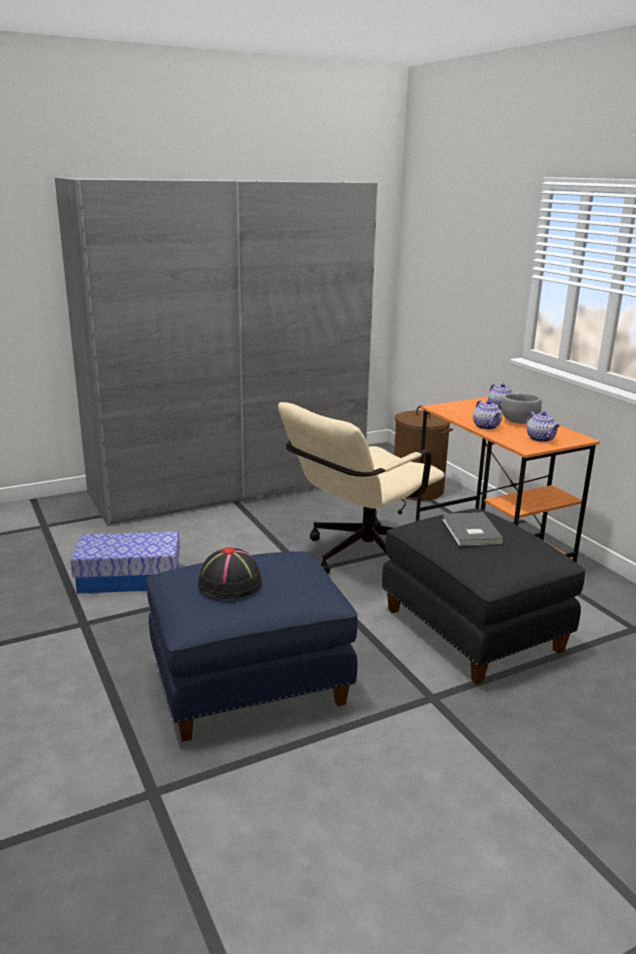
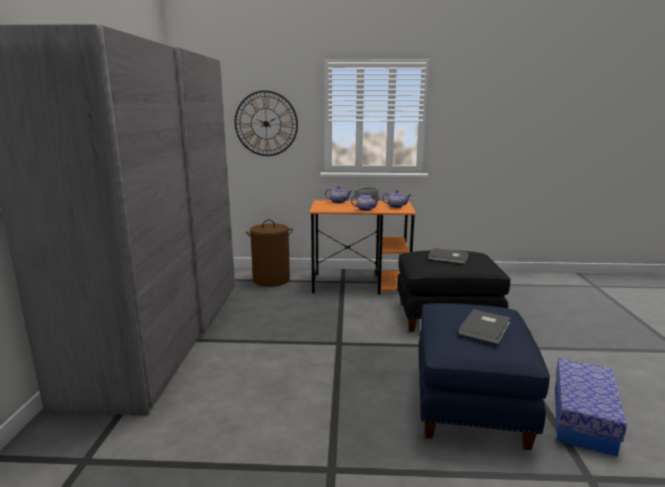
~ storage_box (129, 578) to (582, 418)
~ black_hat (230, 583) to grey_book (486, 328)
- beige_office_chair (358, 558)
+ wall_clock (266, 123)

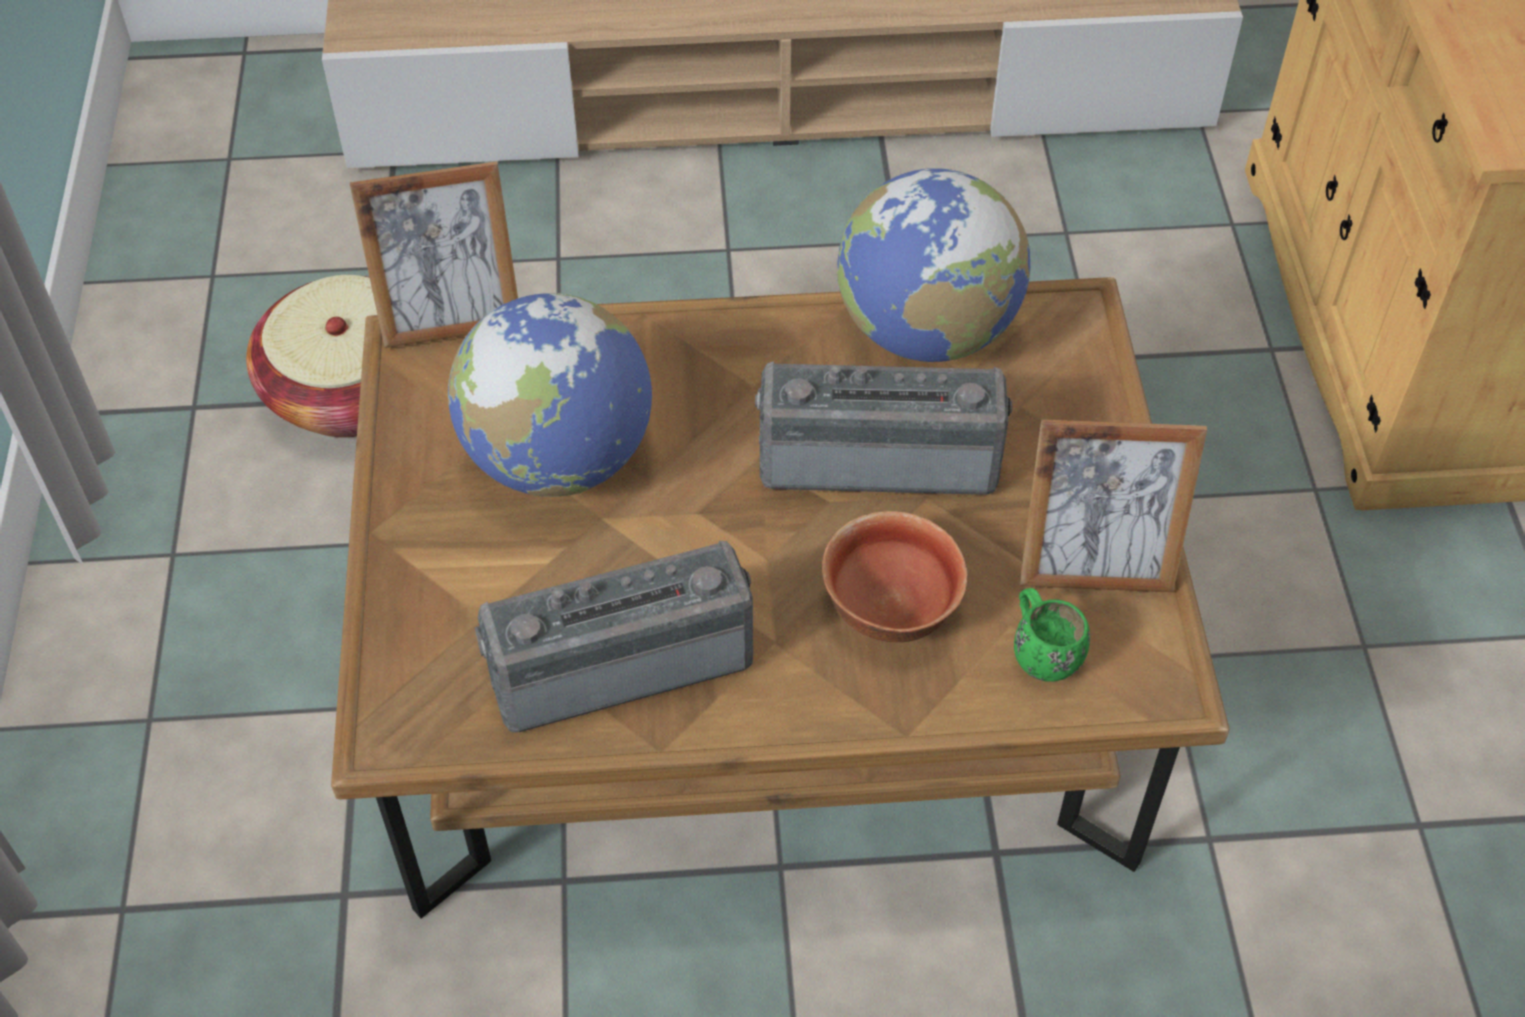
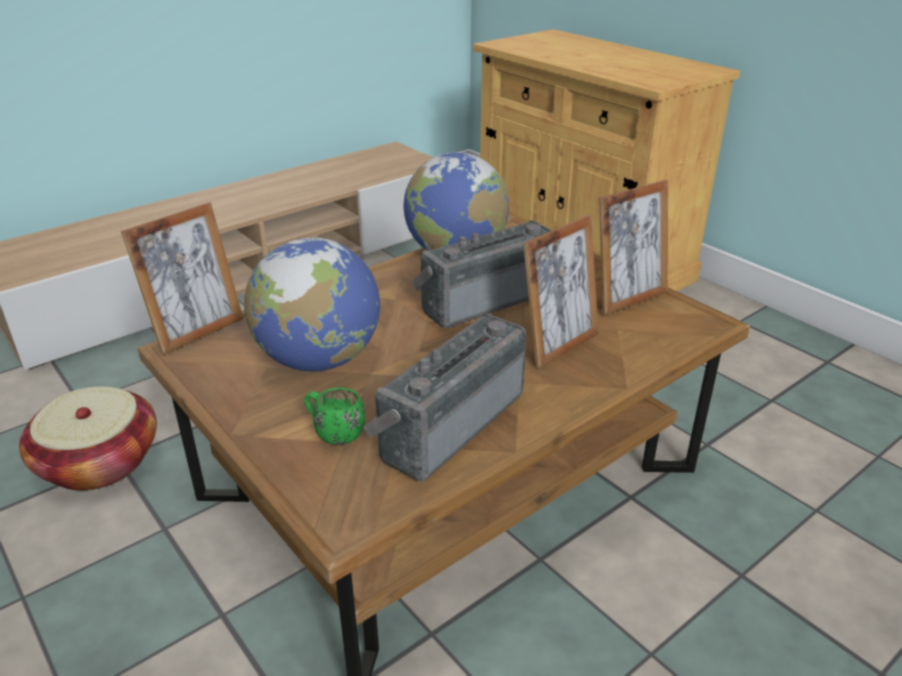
~ bowl (893, 607) to picture_frame (558, 345)
~ green_mug (1040, 653) to (334, 434)

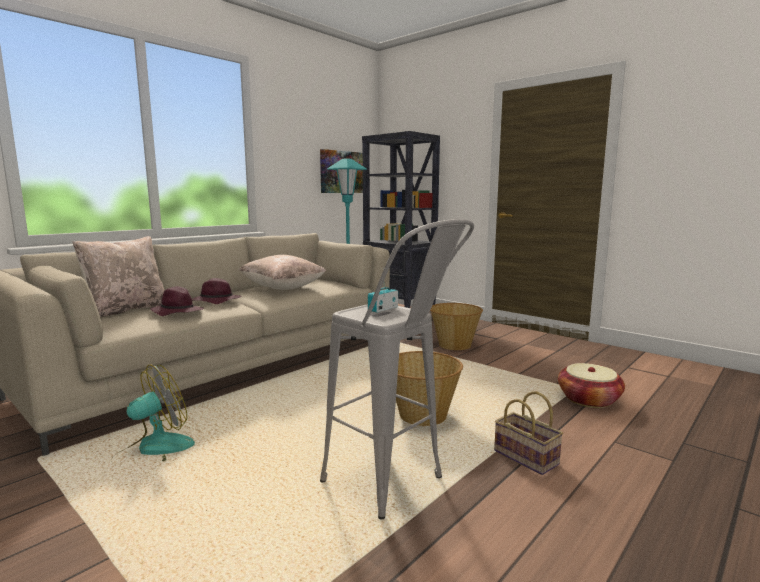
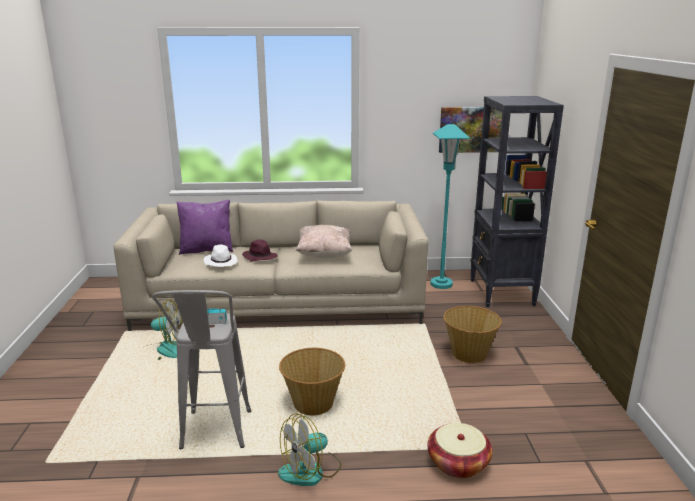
~ beige_pillow (126, 310) to purple_pillow (207, 250)
~ purple_hat (177, 312) to white_hat (220, 262)
~ basket (528, 458) to fan (310, 470)

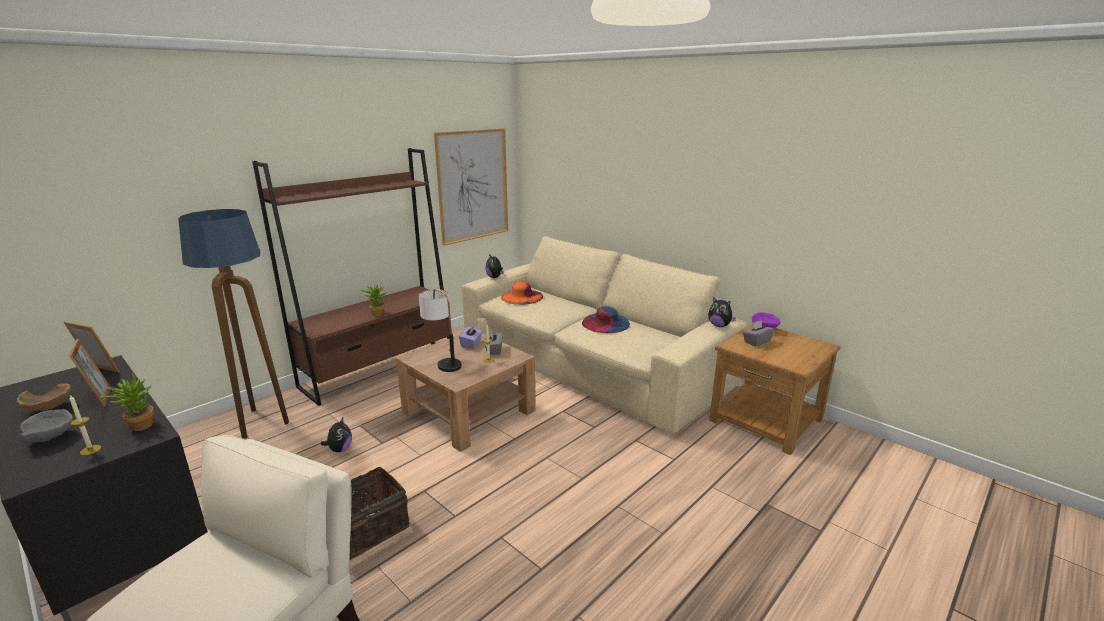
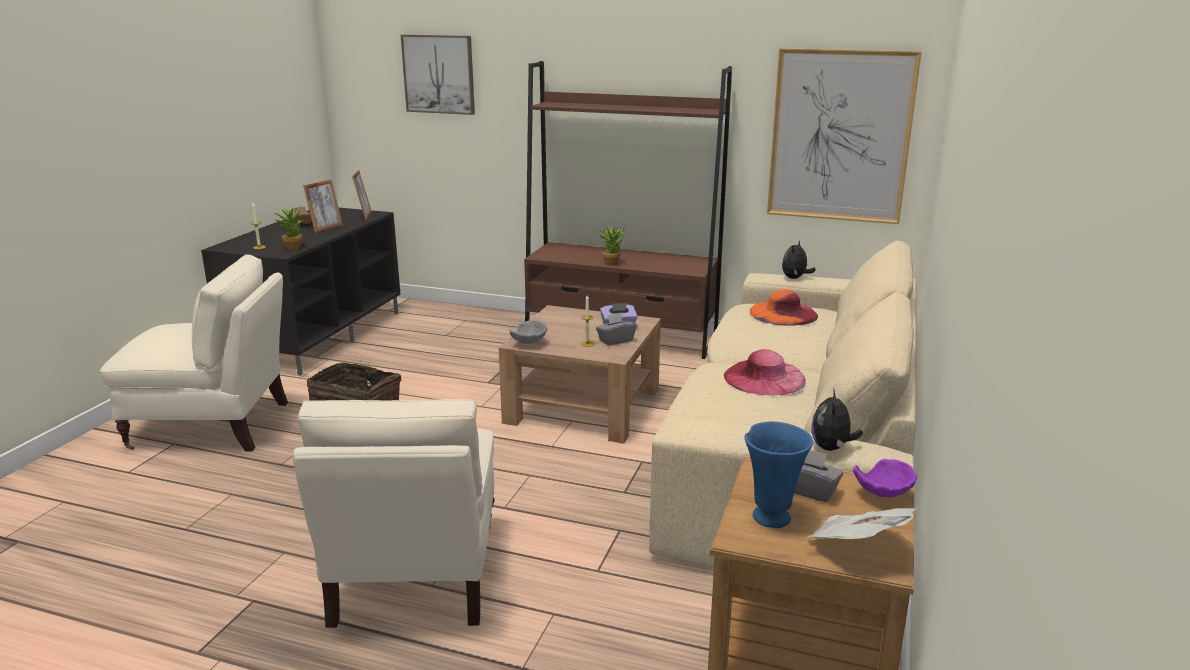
~ grey_bowl (52, 438) to (529, 344)
- floor_lamp (260, 421)
- plush_toy (340, 449)
- table_lamp (443, 361)
~ blue_hat (605, 323) to pink_hat (764, 378)
+ beige_armchair (415, 575)
+ picture (439, 74)
+ blue_vase (771, 516)
+ newspaper (857, 545)

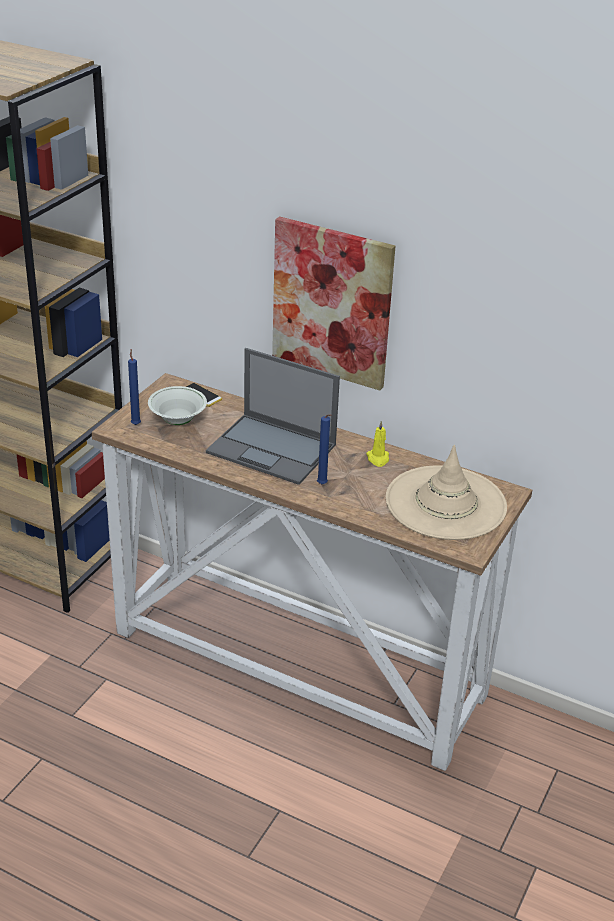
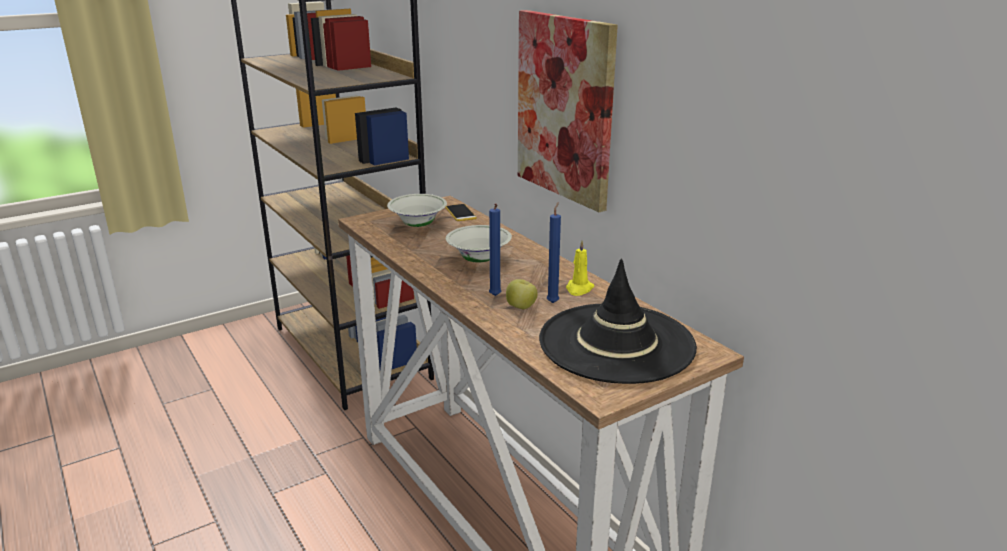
~ blue_candle (136, 424) to (553, 302)
~ laptop (273, 449) to white_bowl (479, 260)
~ beige_hat (446, 503) to black_hat (616, 343)
+ apple (521, 307)

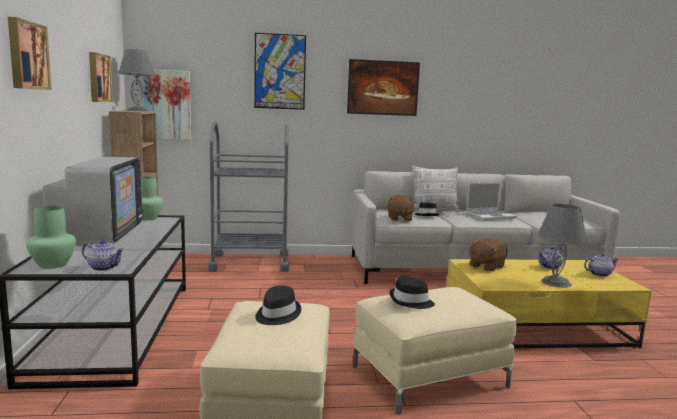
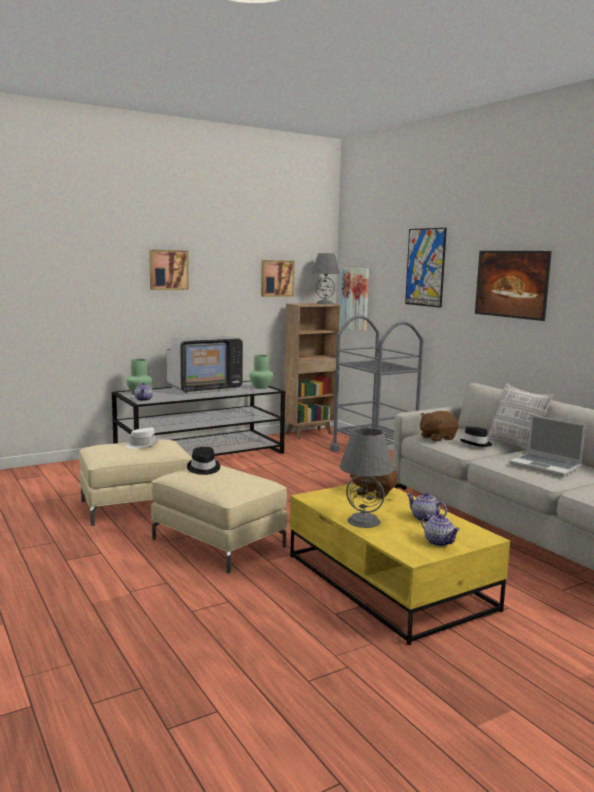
~ black_hat (277, 315) to white_hat (142, 445)

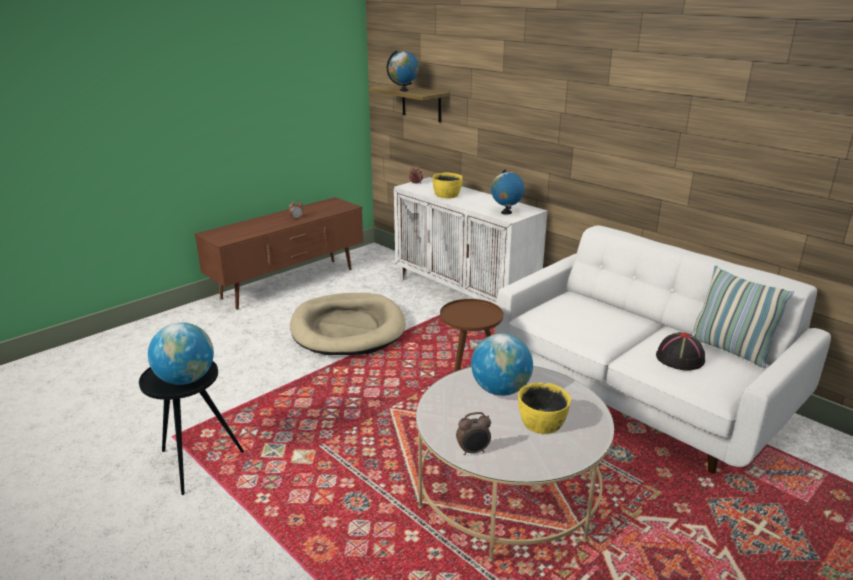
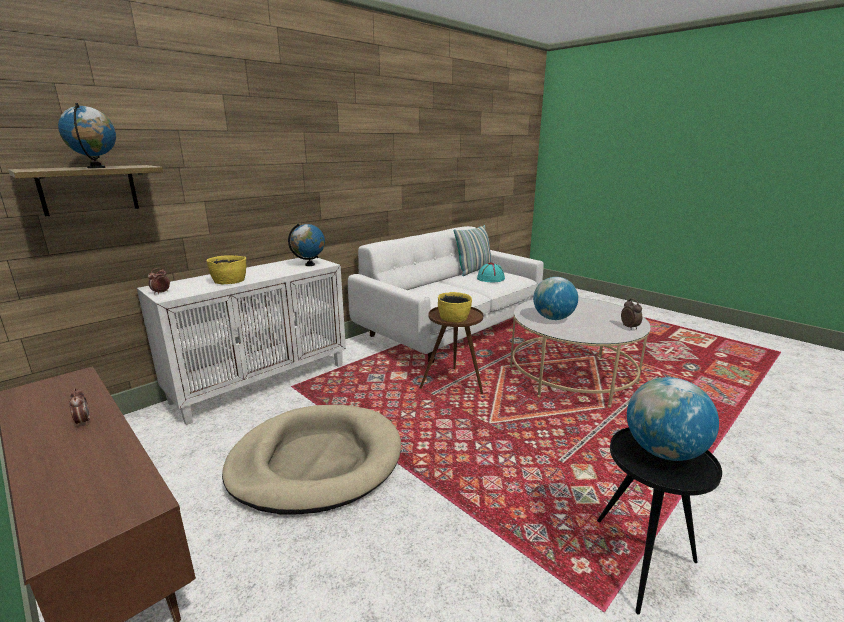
~ yellow_bowl (542, 423) to (454, 318)
~ black_hat (679, 359) to turquoise_hat (491, 279)

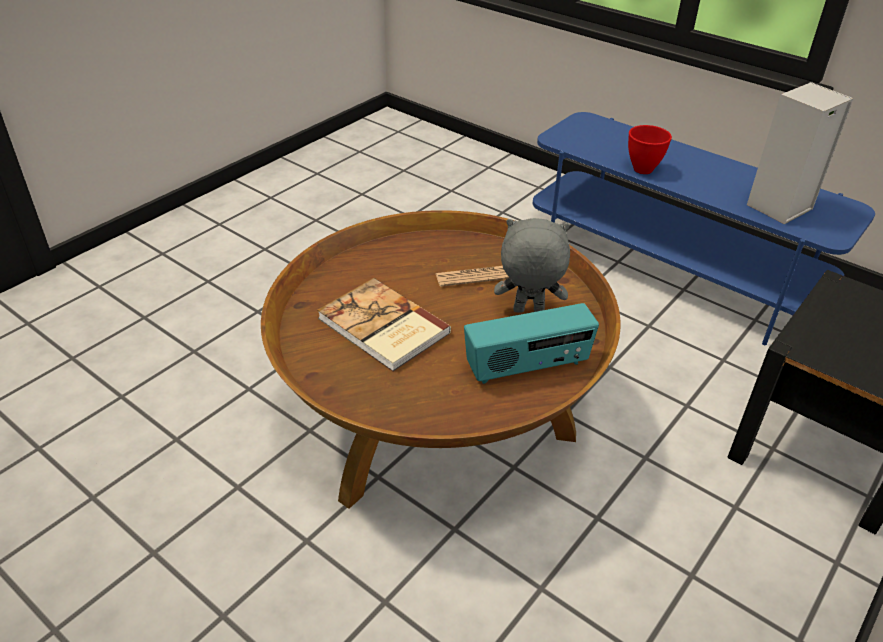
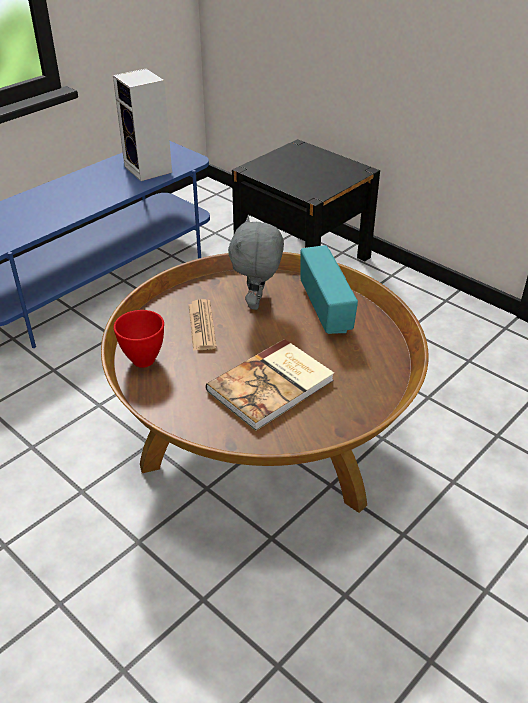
~ red_bowl (644, 169) to (143, 359)

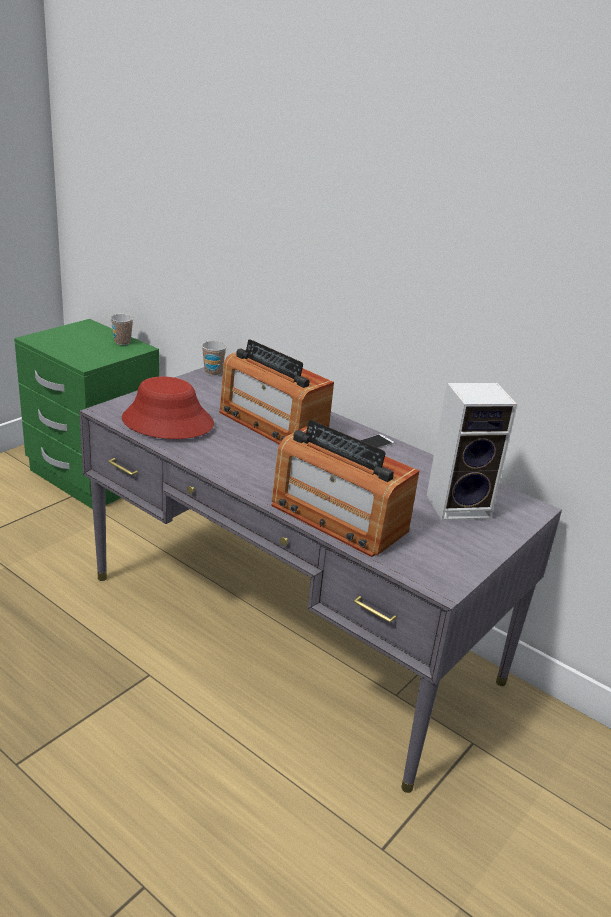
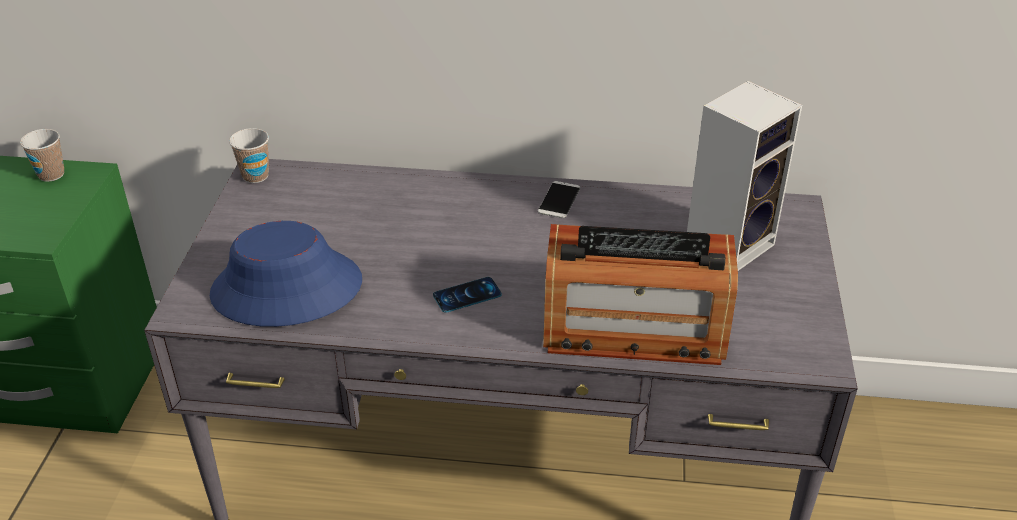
~ red_hat (167, 422) to blue_hat (286, 289)
- radio (272, 423)
+ phone (467, 295)

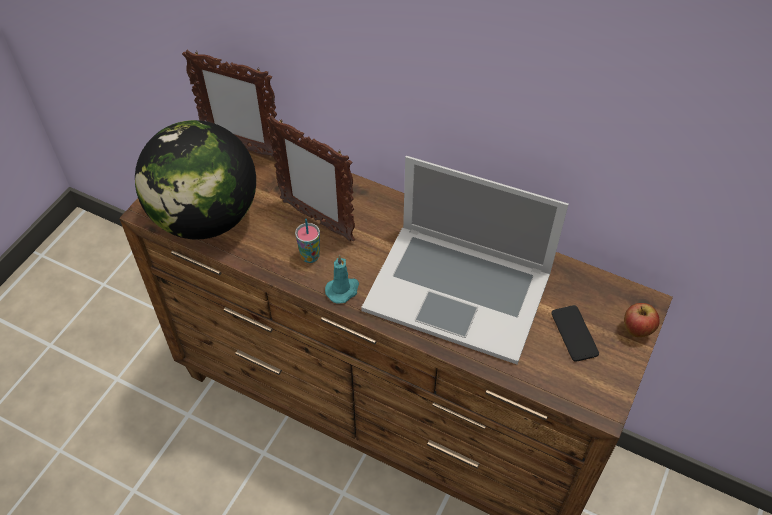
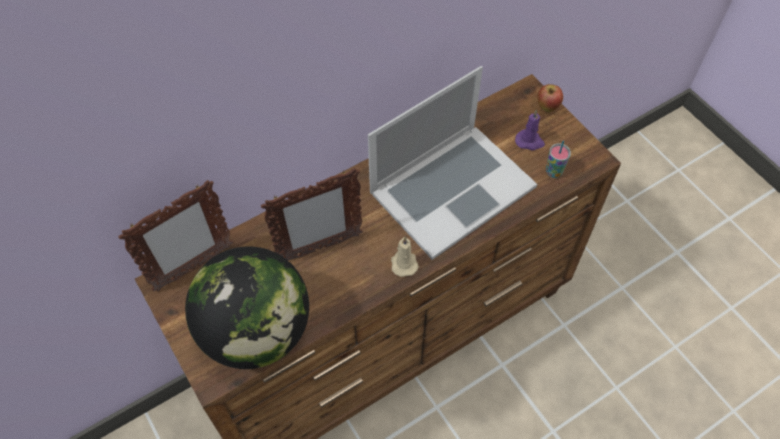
~ cup (310, 256) to (553, 172)
~ turquoise_candle (343, 290) to beige_candle (403, 263)
~ phone (574, 333) to purple_candle (530, 141)

